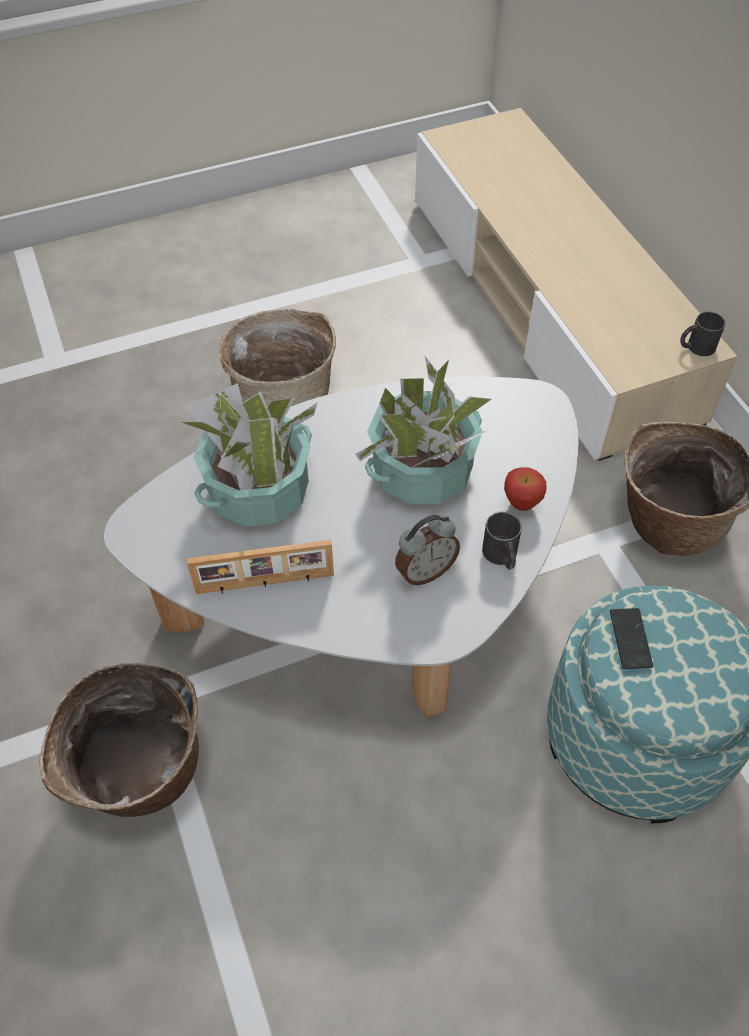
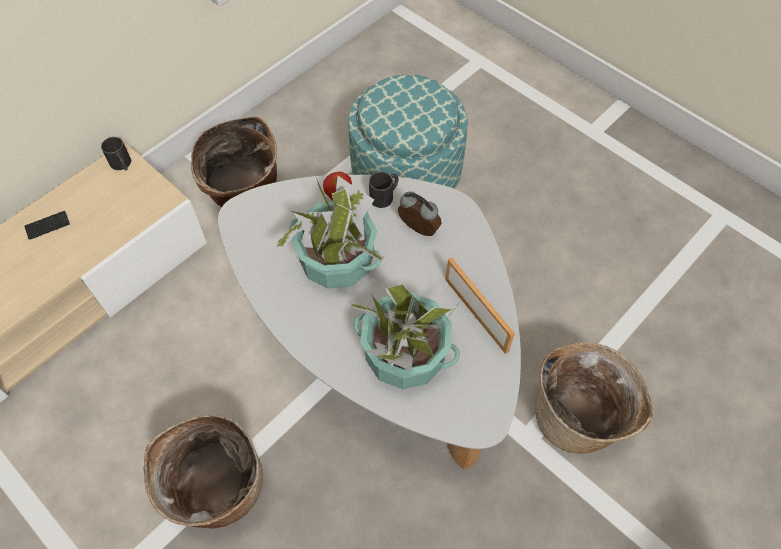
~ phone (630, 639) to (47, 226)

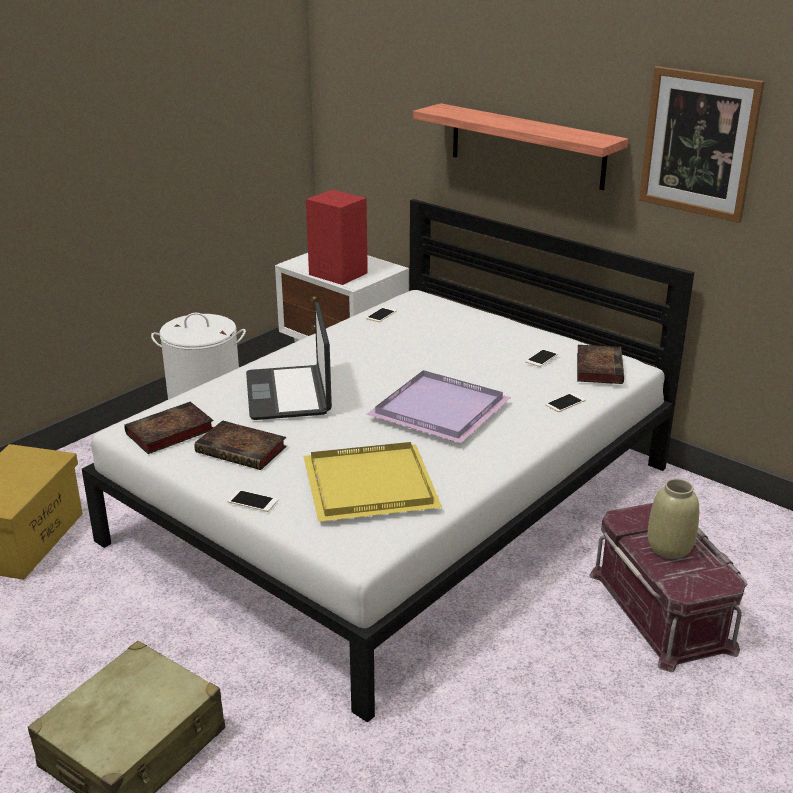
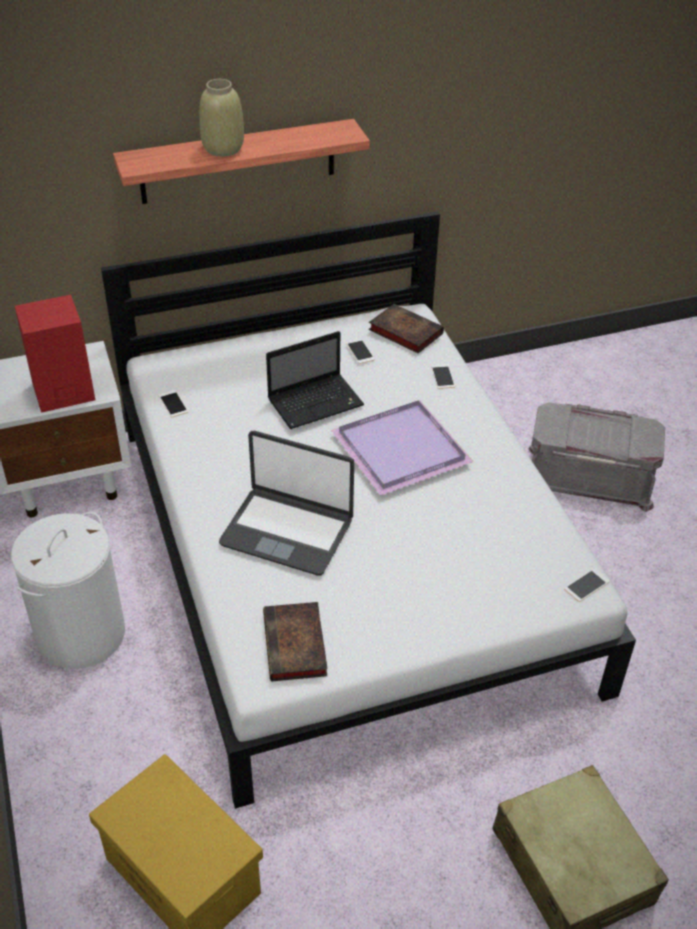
- book (243, 450)
~ phone (252, 501) to (587, 585)
- yellow_tray (367, 484)
~ red_storage_box (663, 610) to grey_storage_box (589, 475)
- picture (699, 143)
~ beige_vase (670, 547) to (223, 148)
+ laptop (317, 402)

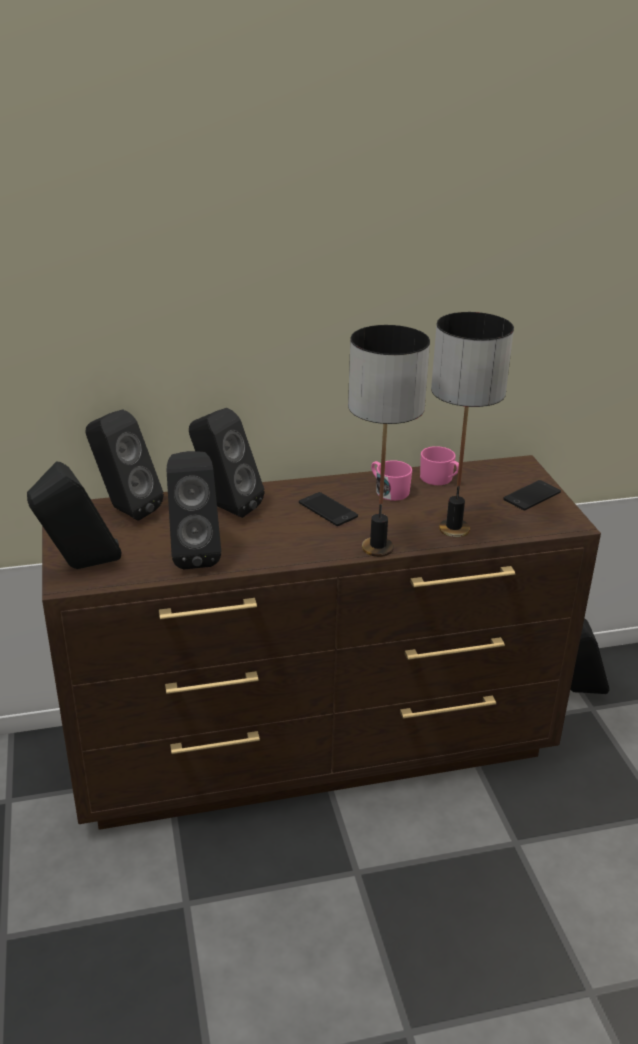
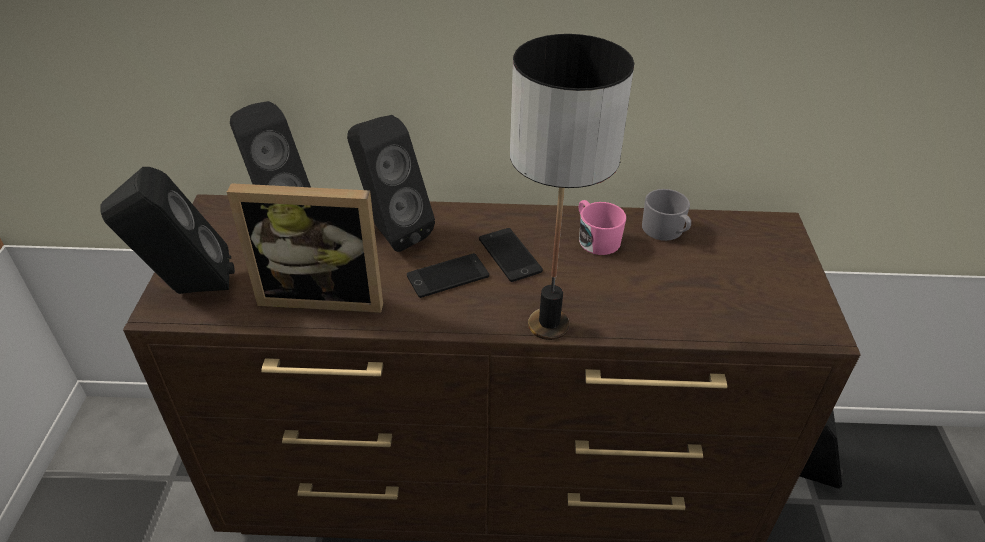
~ black_speaker (194, 554) to picture_frame (324, 294)
~ pink_mug (439, 479) to grey_mug (666, 231)
- table_lamp (454, 528)
~ phone (532, 496) to (448, 276)

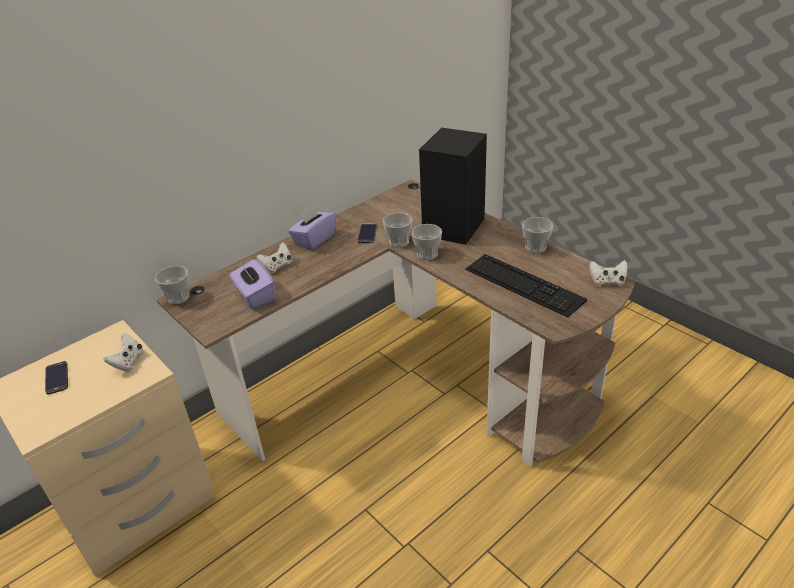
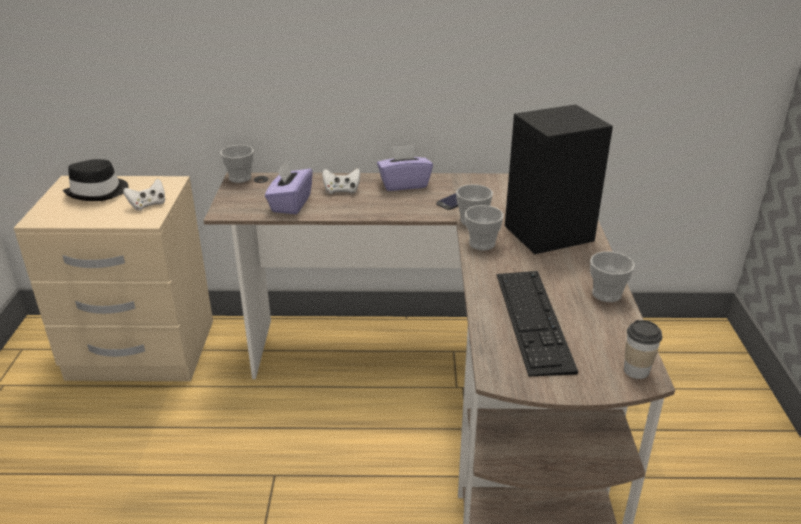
~ phone (56, 378) to black_hat (98, 192)
~ white_game_controller (607, 281) to cup (636, 370)

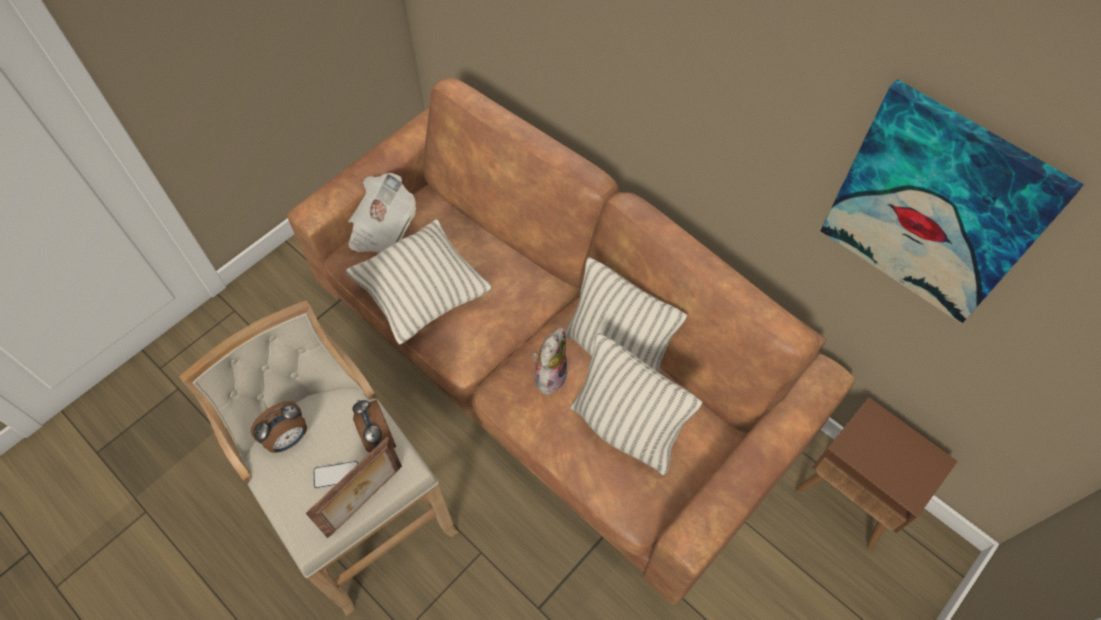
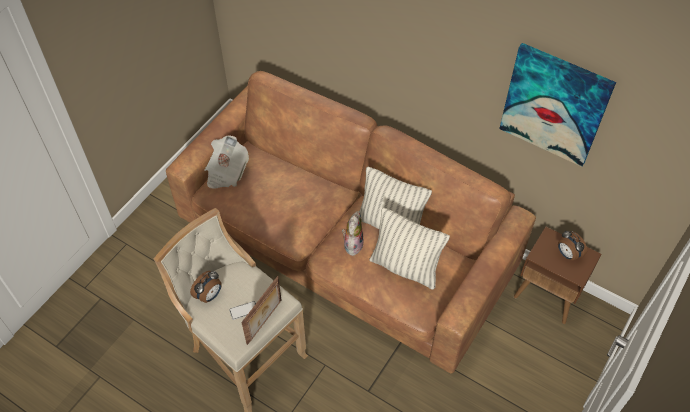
- pillow (422, 295)
~ alarm_clock (377, 438) to (567, 254)

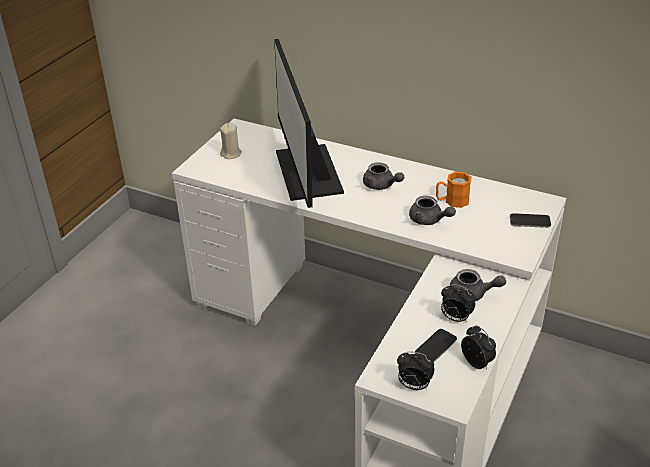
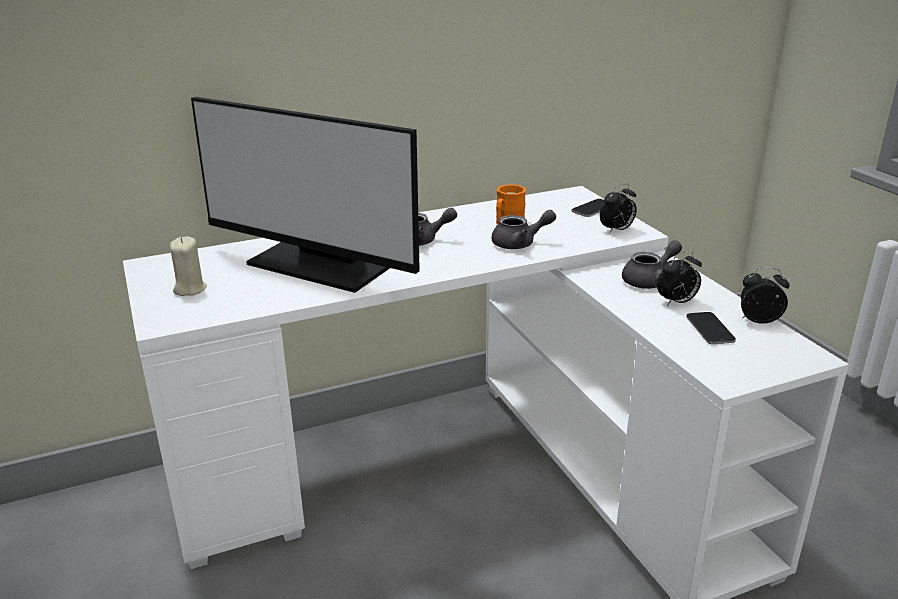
~ alarm_clock (414, 386) to (617, 230)

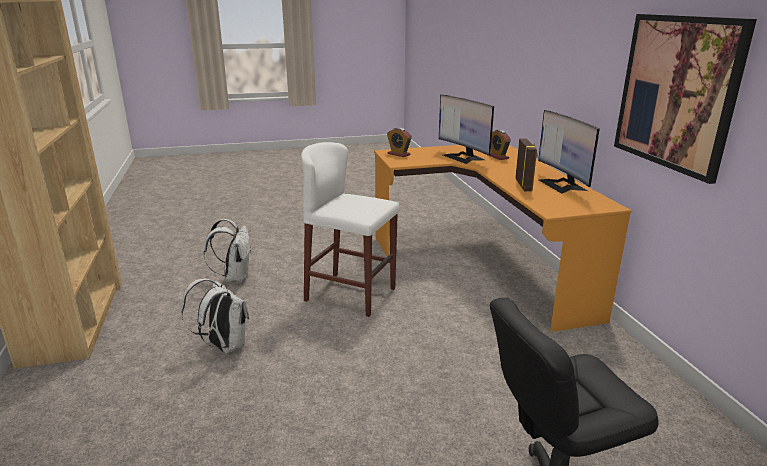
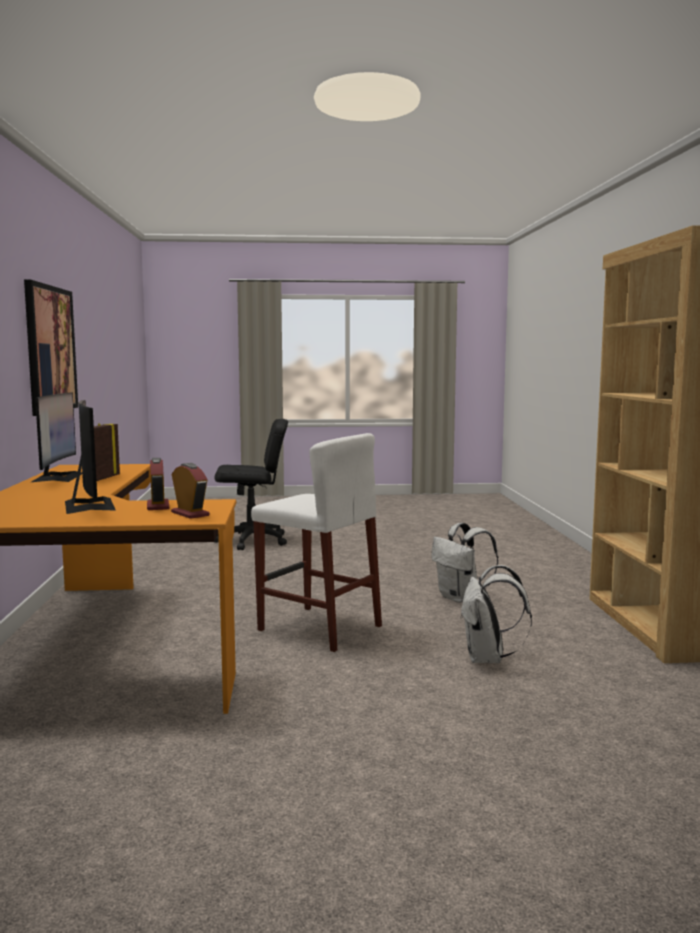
~ alarm_clock (498, 157) to (158, 506)

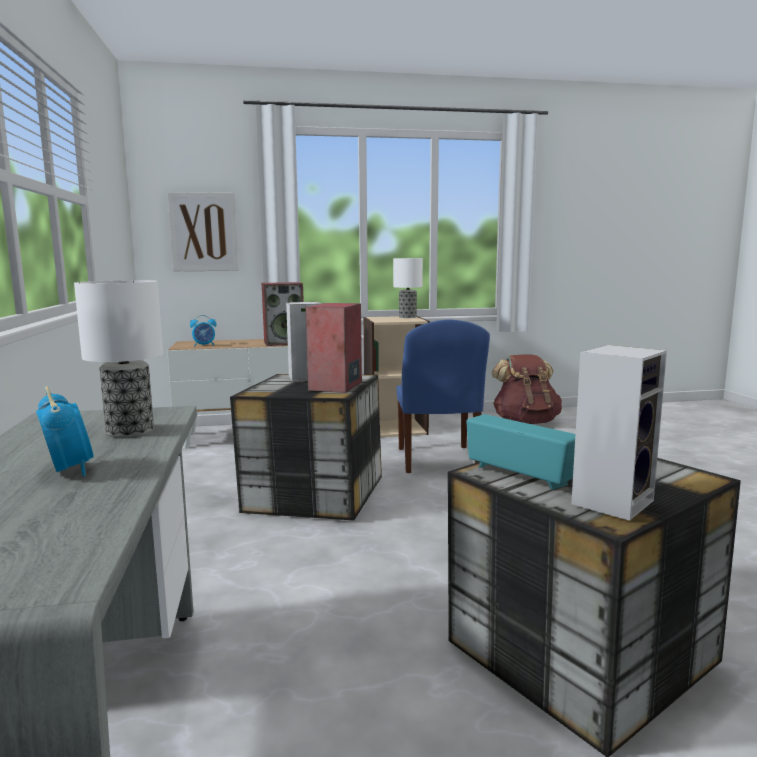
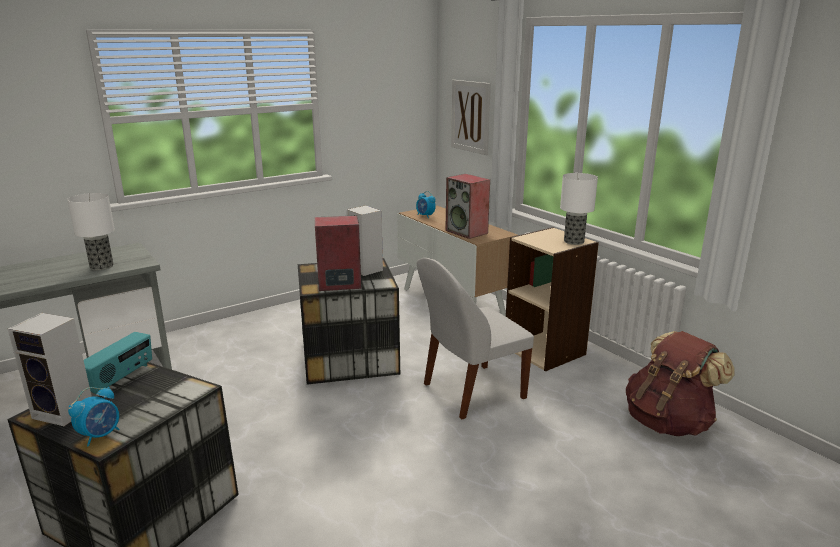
~ alarm_clock (69, 470) to (100, 435)
~ blue_chair (437, 460) to white_chair (471, 392)

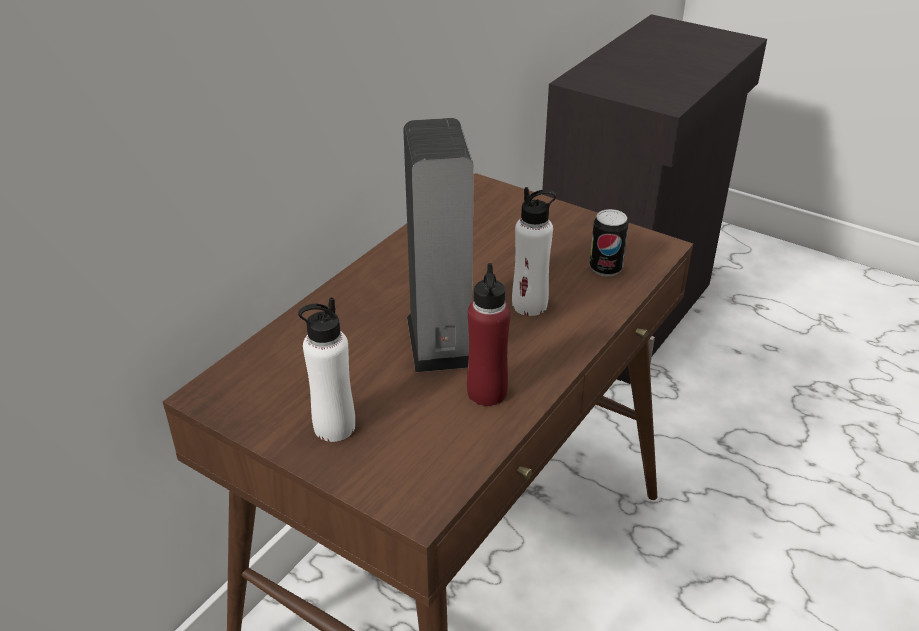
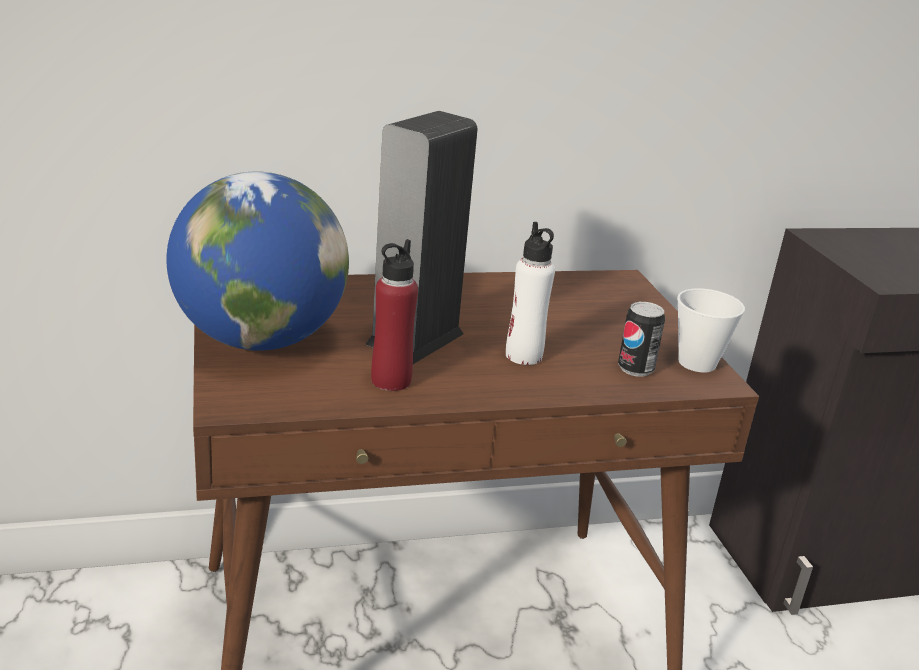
~ white_bottle (334, 427) to globe (260, 340)
+ cup (697, 363)

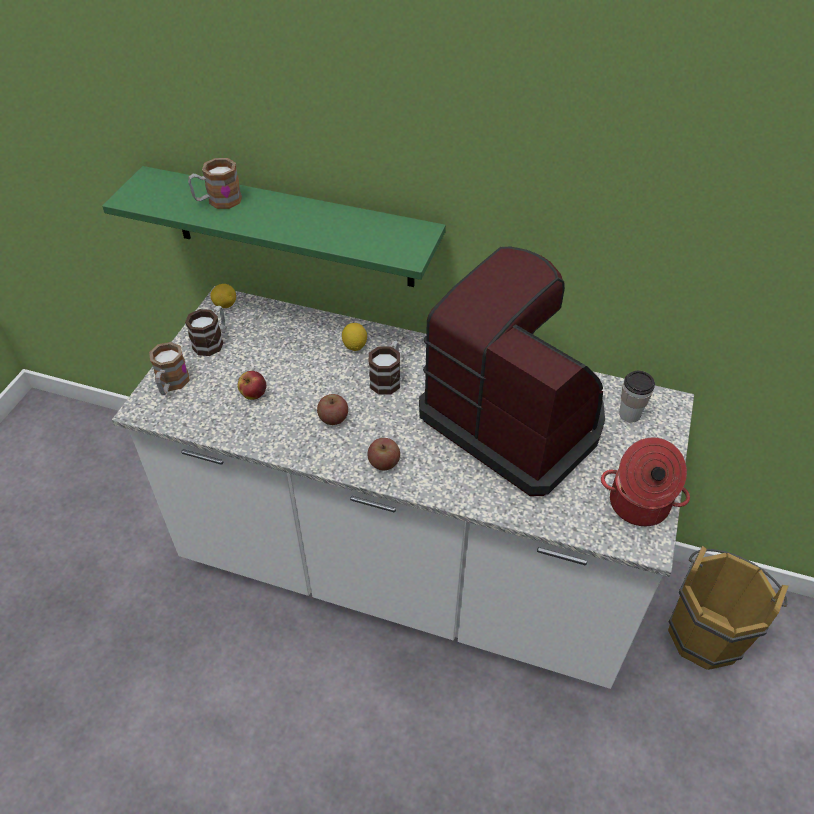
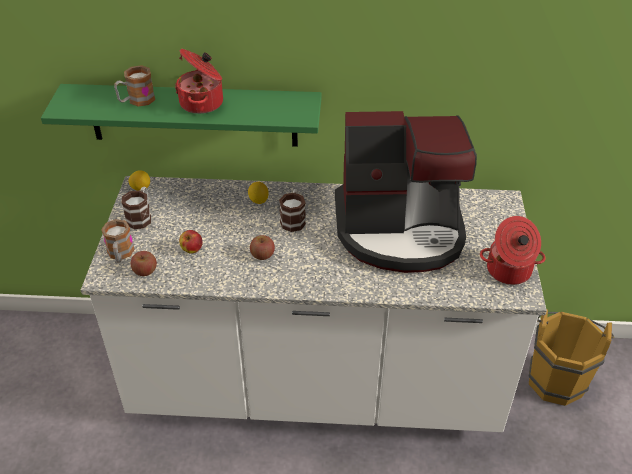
~ apple (384, 462) to (145, 271)
~ coffee_machine (515, 419) = (400, 230) 150 degrees clockwise
- cup (629, 414)
+ cooking_pot (203, 103)

